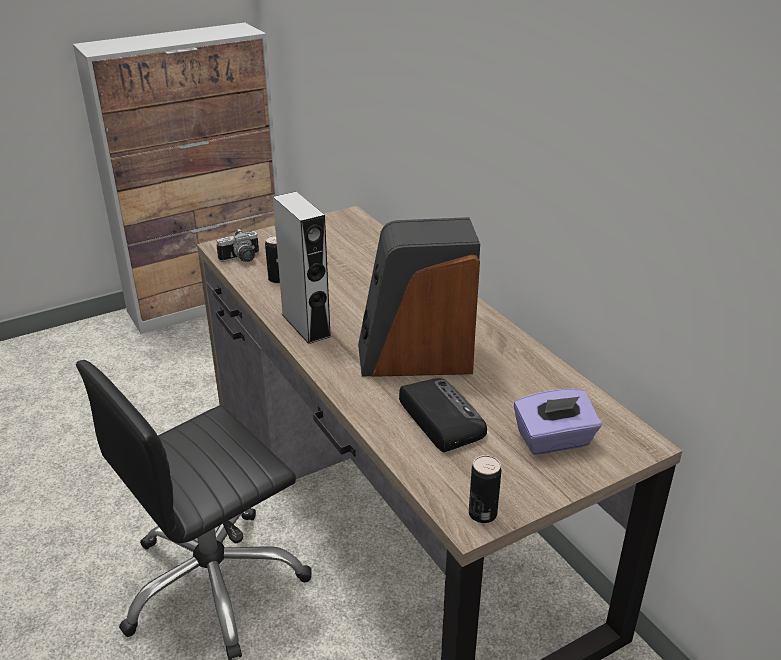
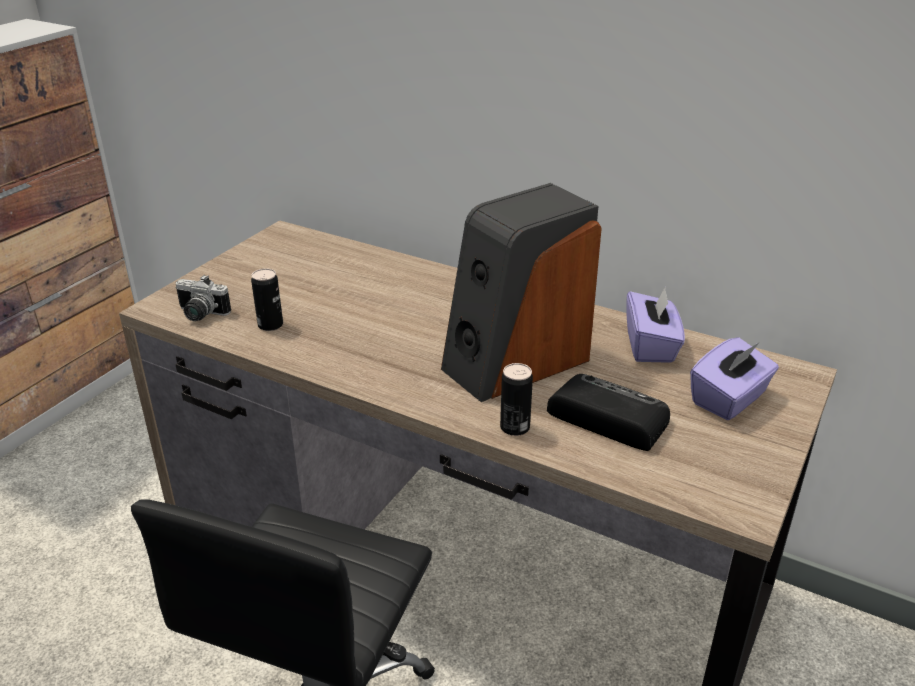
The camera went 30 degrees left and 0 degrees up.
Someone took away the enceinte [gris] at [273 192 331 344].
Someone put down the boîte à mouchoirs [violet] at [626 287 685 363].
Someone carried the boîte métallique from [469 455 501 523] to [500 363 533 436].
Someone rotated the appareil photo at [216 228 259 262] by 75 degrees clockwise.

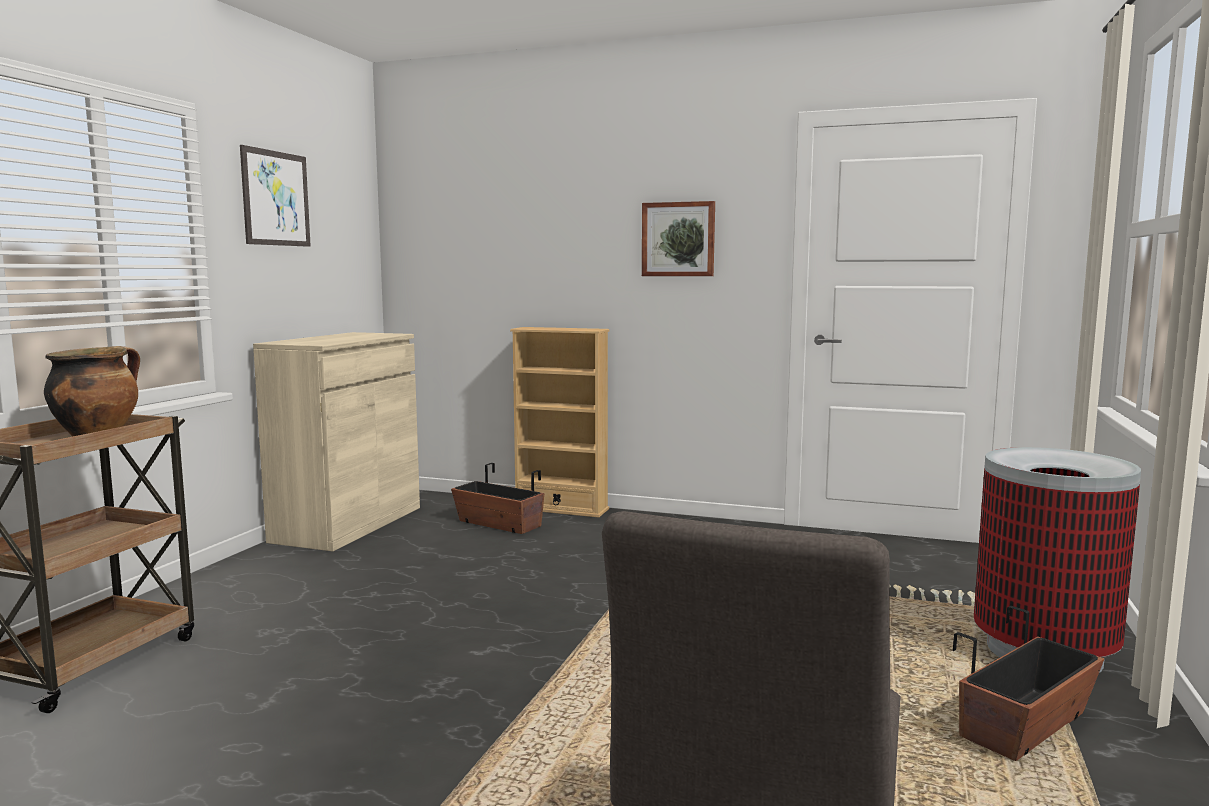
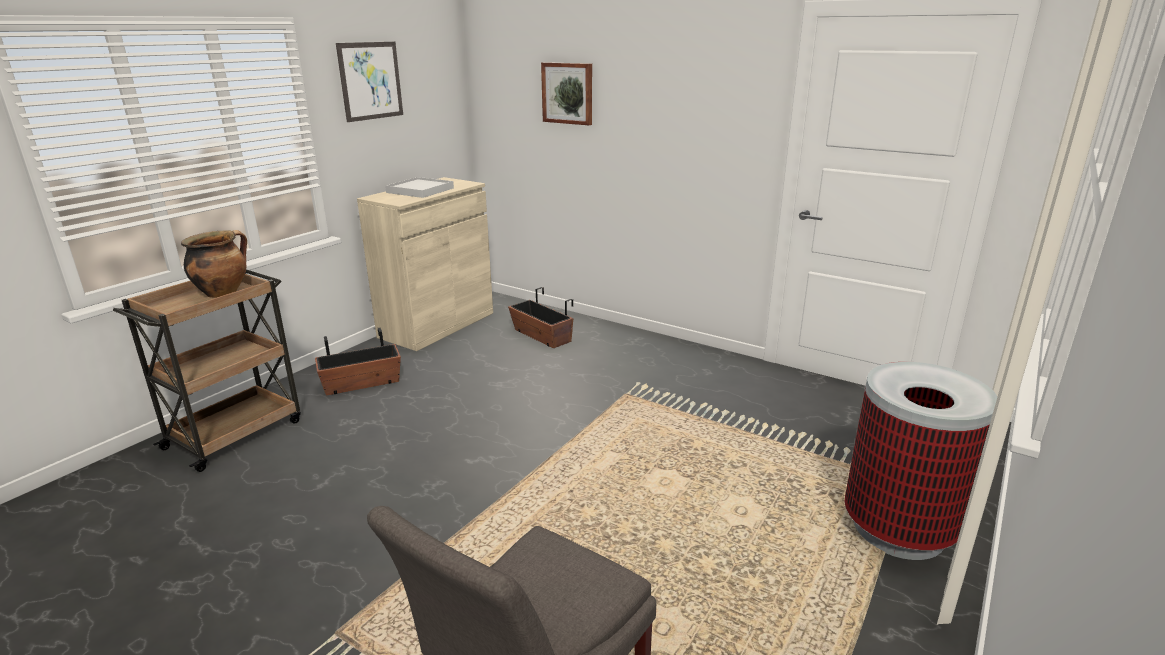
The camera went 15 degrees right and 15 degrees up.
Someone took away the bibliothèque [beige] at [510 327 609 518].
Someone put down the plateau [blanc] at [385 177 454 198].
Someone carried the tableau from [642 201 715 276] to [541 62 592 125].
Someone carried the cache-pot from [953 606 1104 761] to [315 328 401 396].

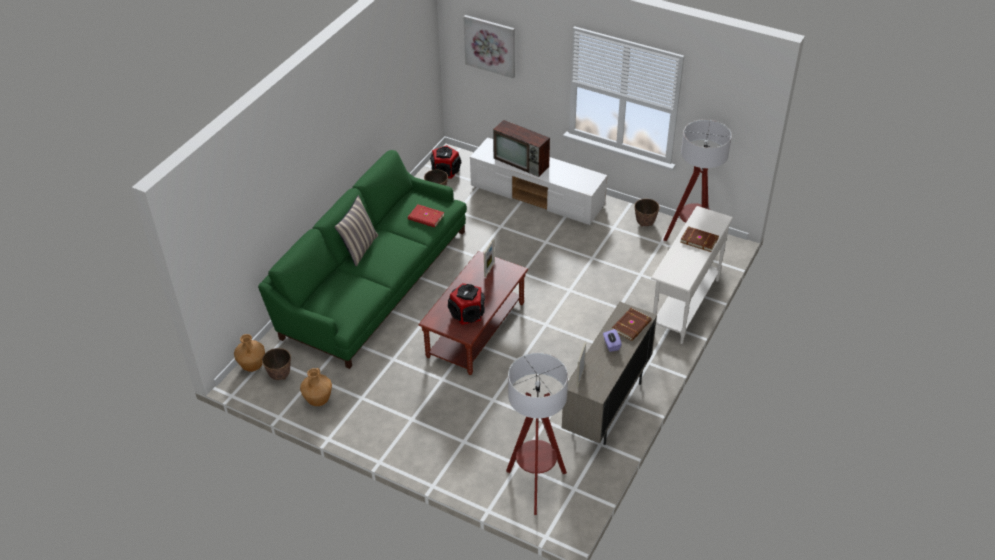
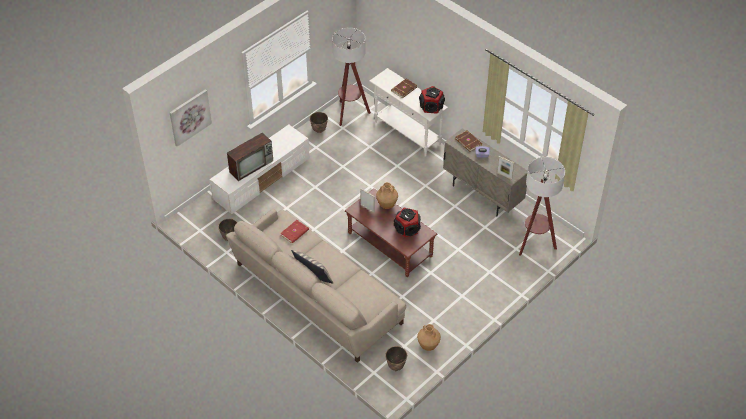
The camera went 75 degrees left and 5 degrees up.
Someone carried the vase [marron] from [234 334 265 372] to [376 182 398 209].
Someone carried the enceinte from [430 145 461 179] to [419 86 445 114].
Someone repainted the canapé [vert] at [258 150 467 369], which became the canapé [beige] at [226 209 406 363].

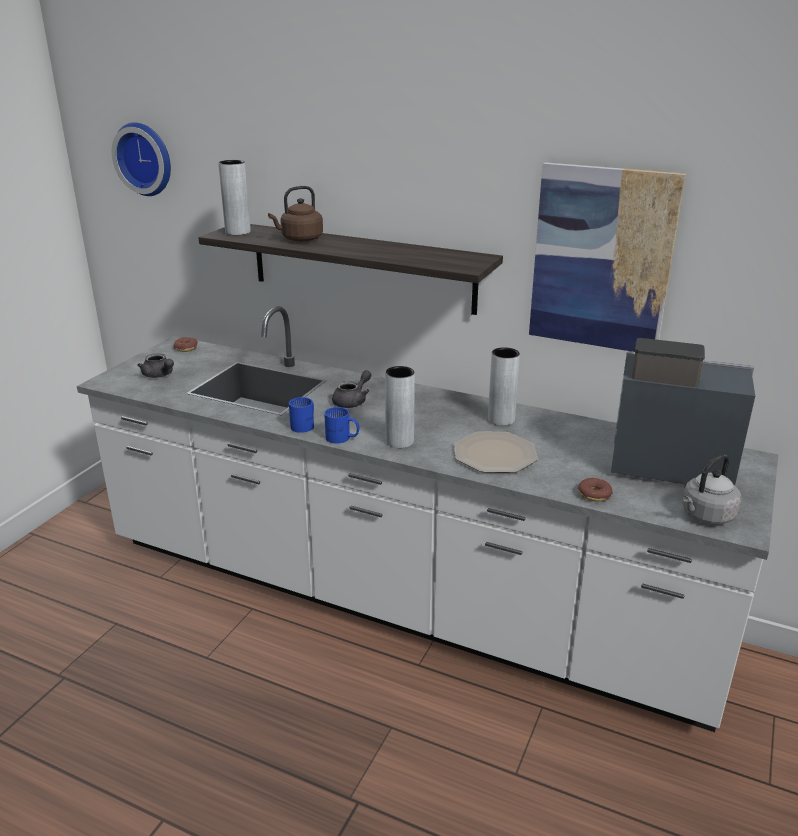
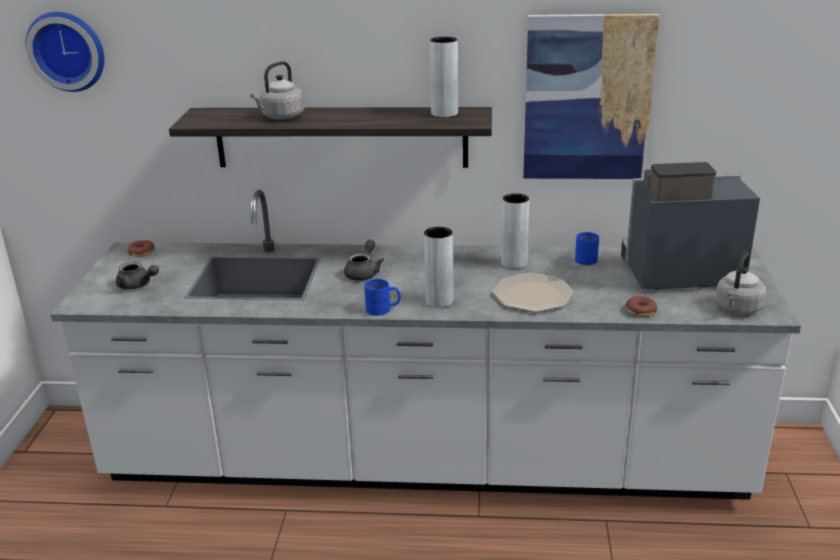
The camera went 20 degrees left and 0 degrees up.
Someone carried the vase [gris] from [218 160 251 235] to [430 37 458 117].
Someone carried the mug [bleu] from [289 397 314 433] to [575 232 599 265].
Someone repainted the bouilloire [marron] at [268 186 323 242], which became the bouilloire [gris] at [250 61 304 120].

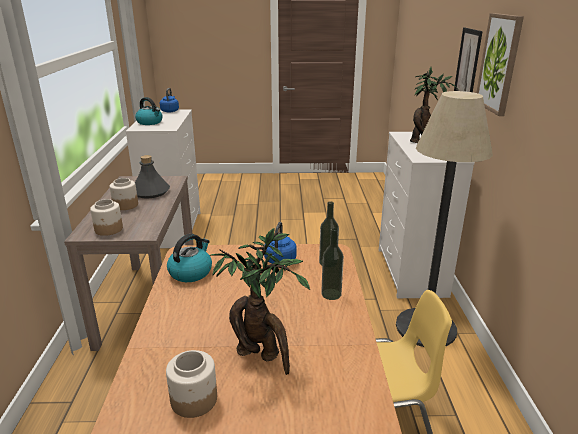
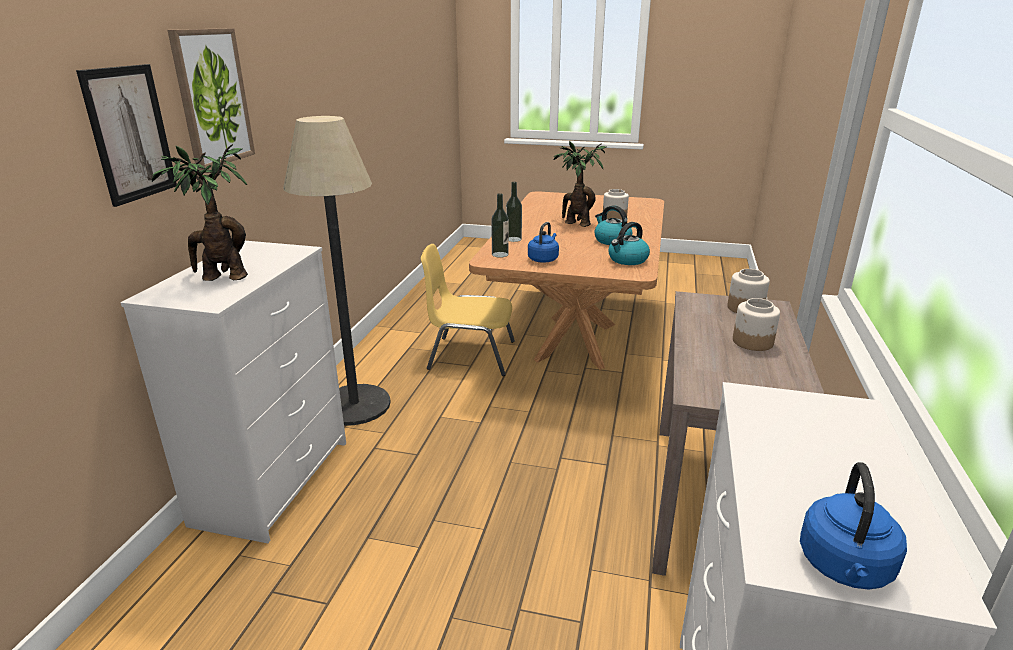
The camera went 165 degrees left and 0 degrees up.
Someone took away the bouteille [gris] at [135 155 170 198].
Someone carried the bouilloire from [135 97 163 125] to [594 205 632 245].

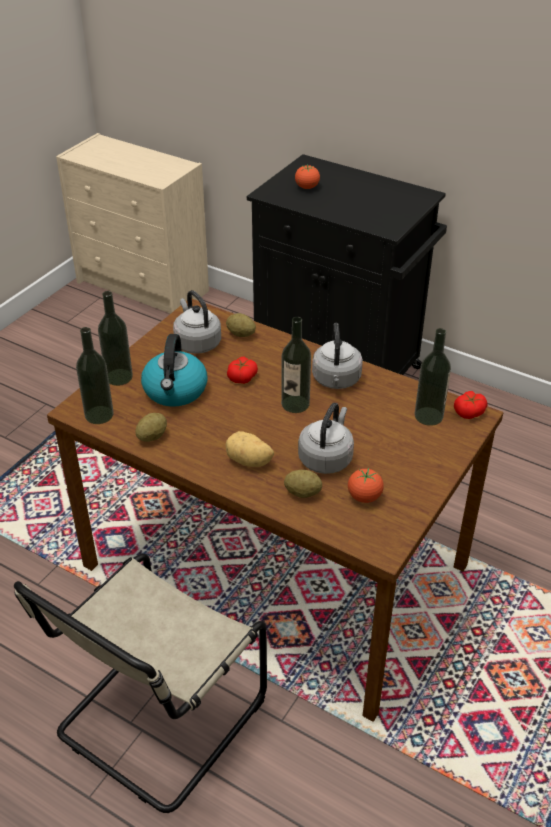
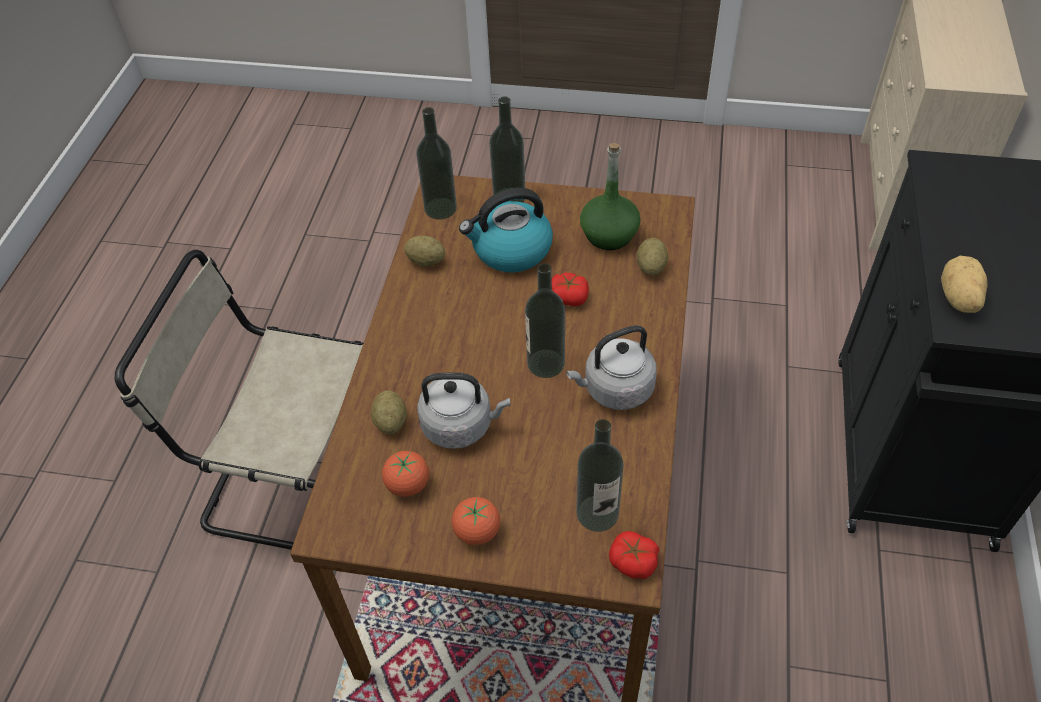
The camera went 70 degrees right and 10 degrees up.
Someone carried the pomme de terre from [225 431 274 467] to [941 256 988 313].
Someone carried the tomate from [295 164 320 189] to [452 497 500 545].
Someone swapped the bouilloire [gris] at [173 290 221 354] for the bouteille [vert] at [580 143 641 250].

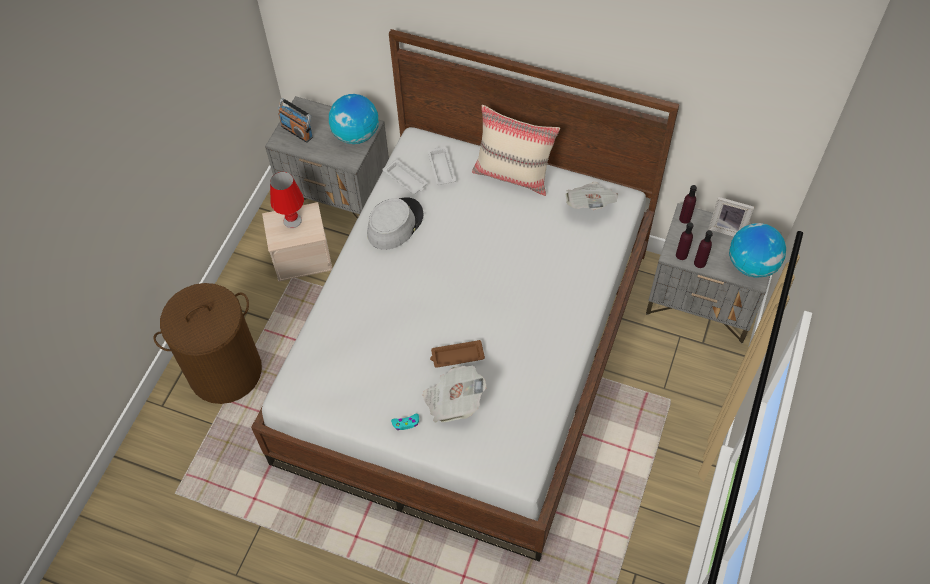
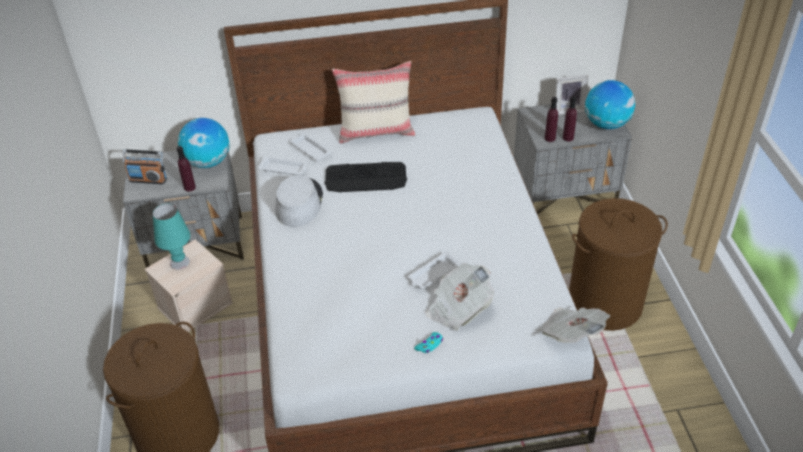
The camera went 30 degrees left and 15 degrees down.
Someone put down the clavier at [325 162 407 192].
Someone put down the panier à linge [marron] at [569 198 668 331].
Someone carried the journal from [565 182 618 210] to [538 308 610 343].
Someone carried the bouteille [violet] from [679 185 697 224] to [177 146 196 192].
Someone repainted the lampe de table [rouge] at [270 172 304 228], which became the lampe de table [turquoise] at [153 204 190 270].
Someone repainted the plateau [marron] at [430 340 485 368], which became the plateau [blanc] at [408 251 461 289].

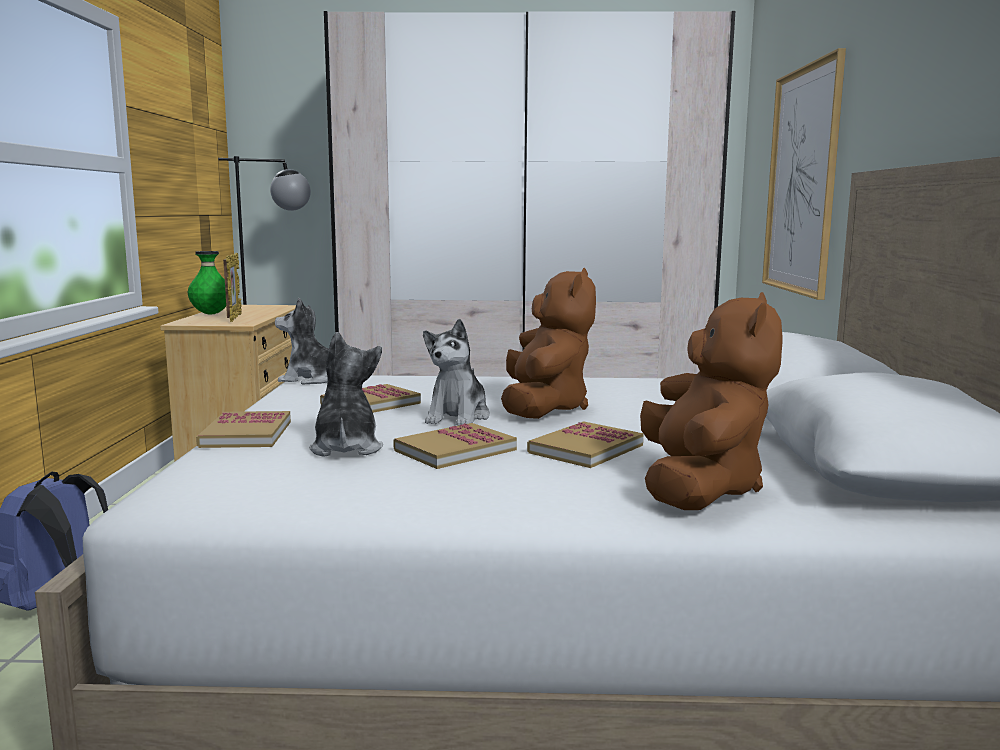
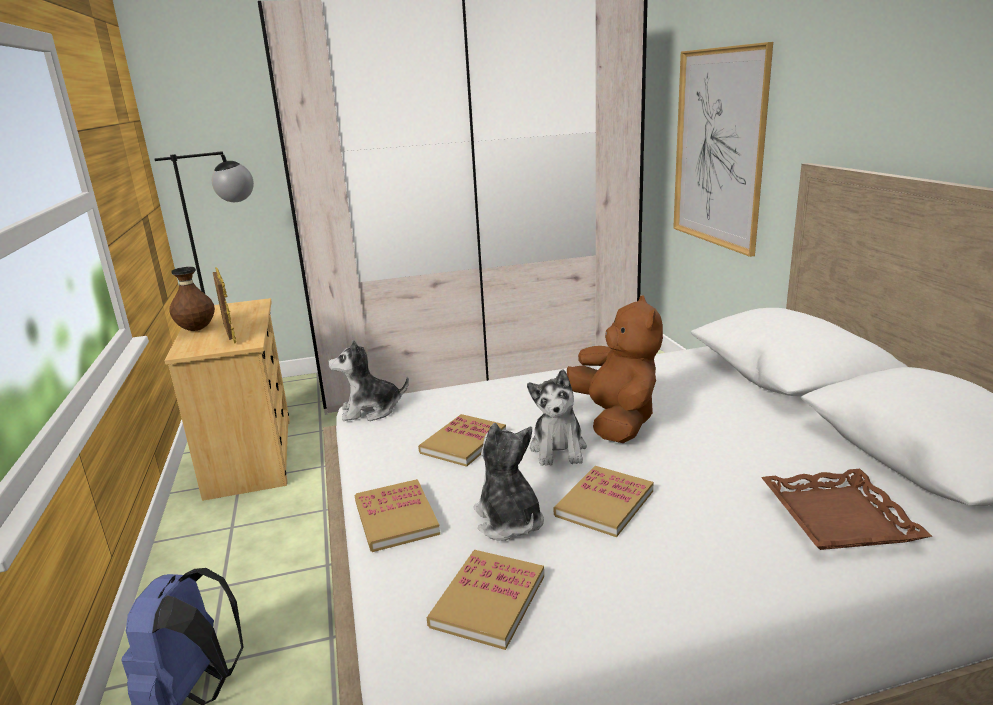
The camera went 15 degrees left and 10 degrees up.
Someone carried the livre from [527 421 643 468] to [427 550 544 650].
Someone swapped the peluche [marron] at [640 292 783 510] for the plateau [marron] at [761 469 932 550].
Someone repainted the vase [vert] at [188 251 226 314], which became the vase [marron] at [169 267 215 331].

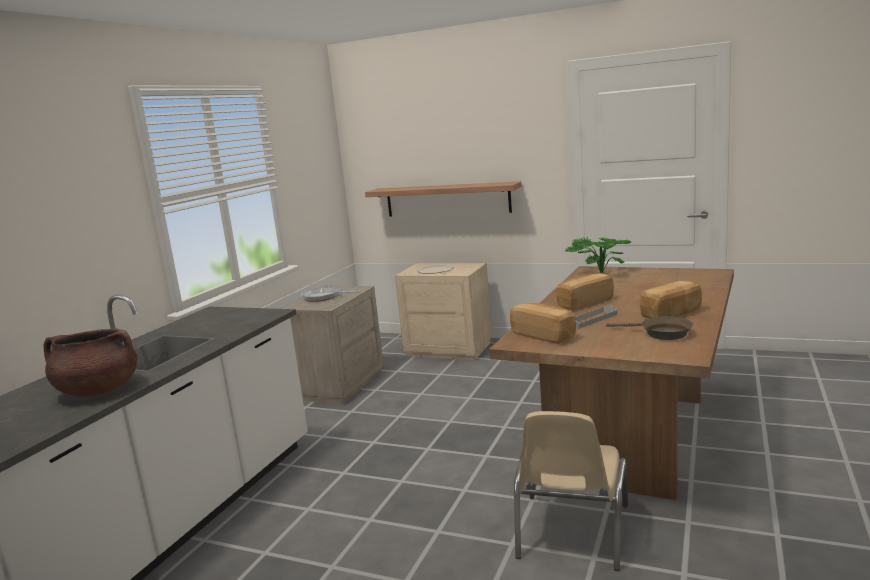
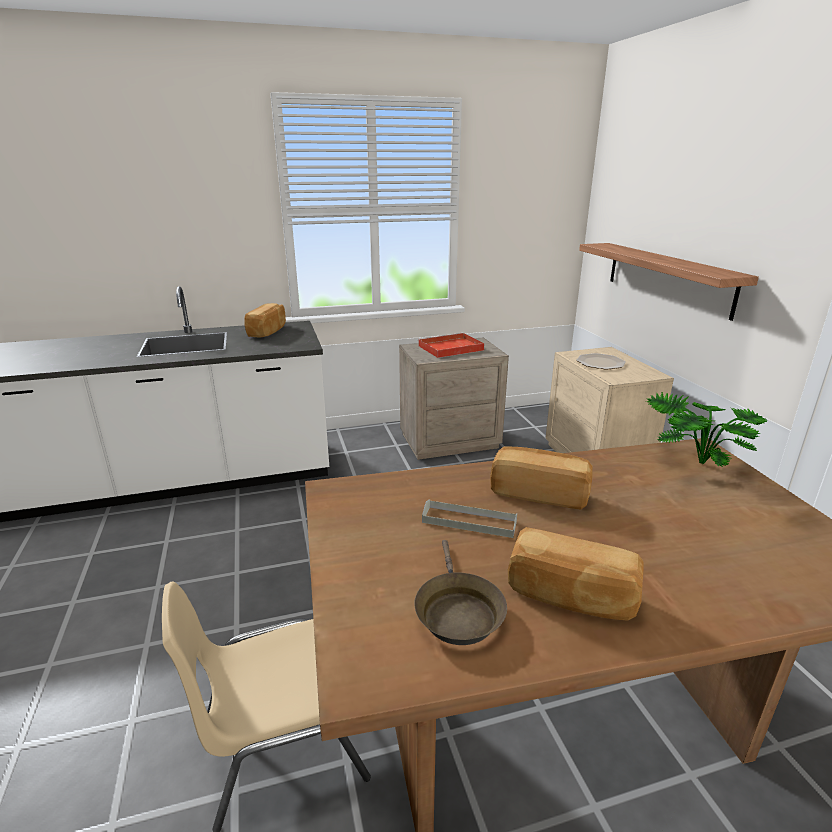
The camera went 50 degrees right and 10 degrees up.
Someone took away the marmite [marron] at [44 329 138 397].
Someone carried the pain from [510 303 576 344] to [244 303 286 337].
Someone swapped the poêle at [301 287 360 302] for the plateau [rouge] at [418 333 484 358].

